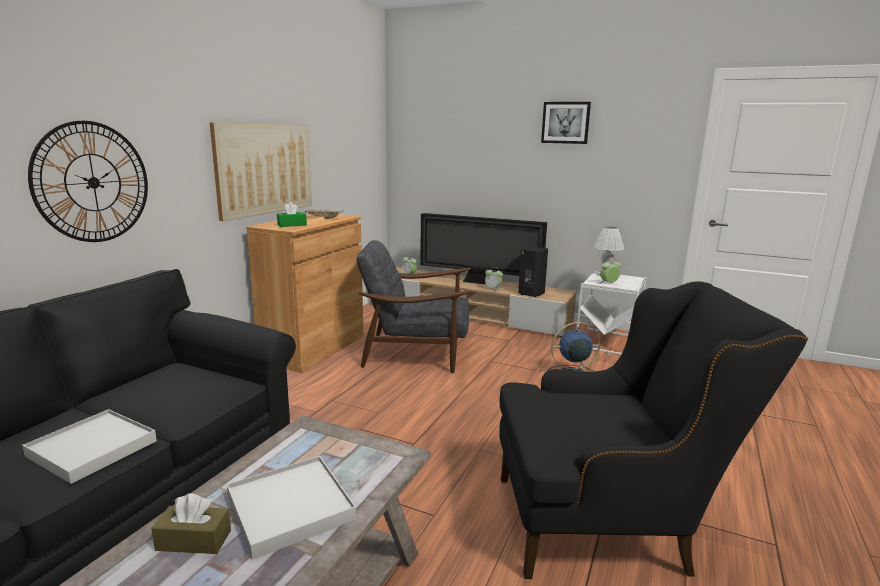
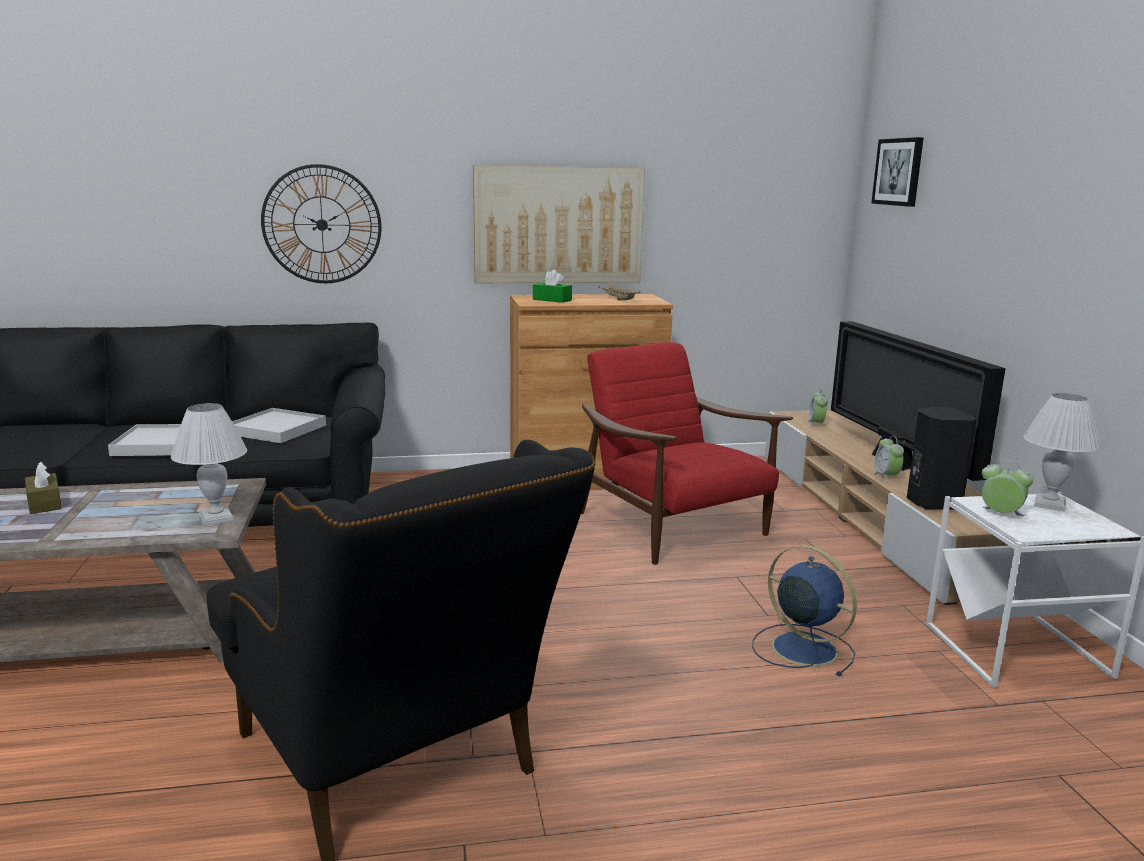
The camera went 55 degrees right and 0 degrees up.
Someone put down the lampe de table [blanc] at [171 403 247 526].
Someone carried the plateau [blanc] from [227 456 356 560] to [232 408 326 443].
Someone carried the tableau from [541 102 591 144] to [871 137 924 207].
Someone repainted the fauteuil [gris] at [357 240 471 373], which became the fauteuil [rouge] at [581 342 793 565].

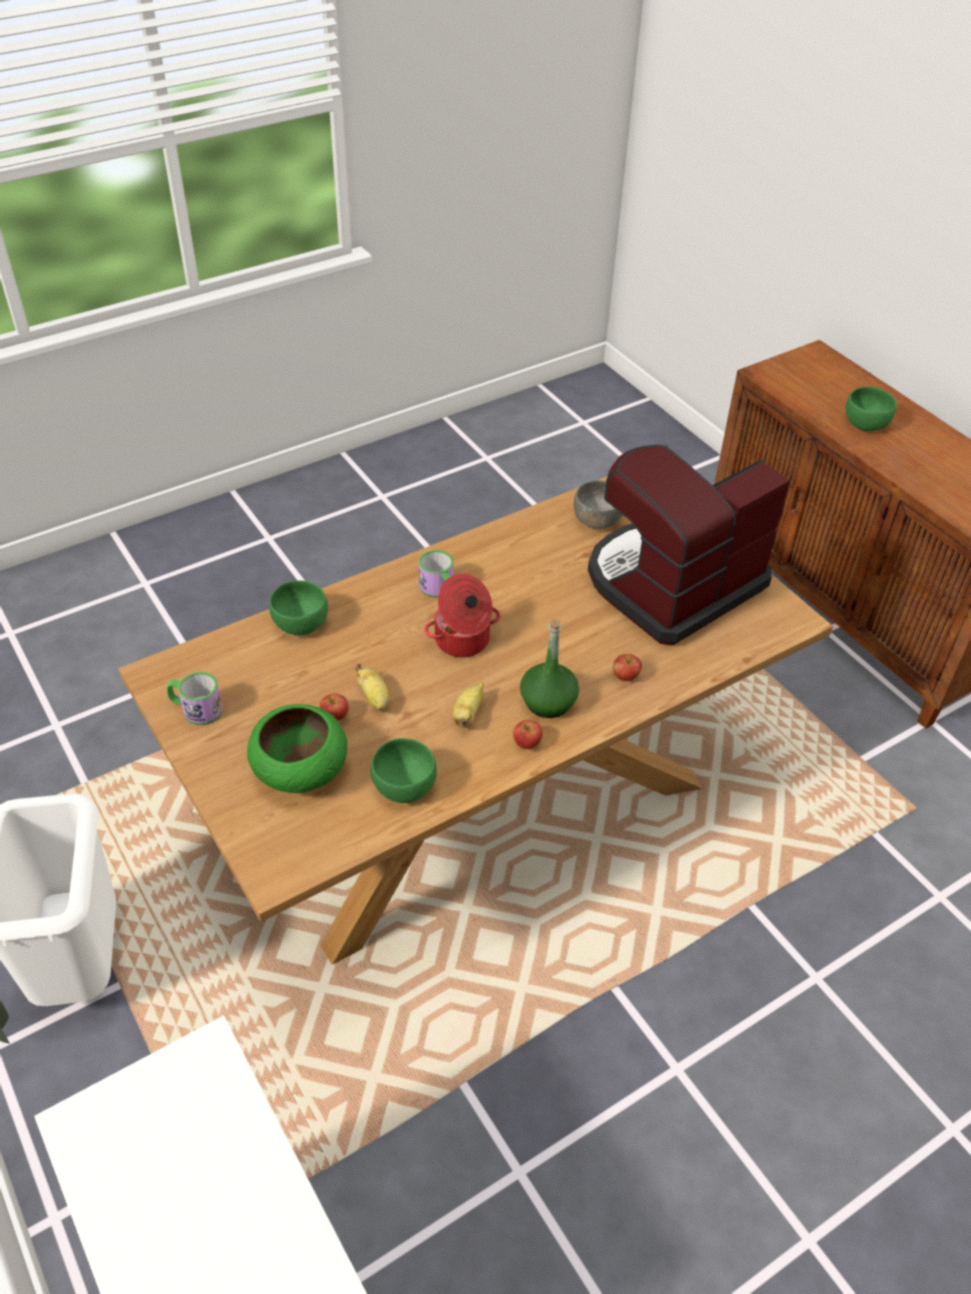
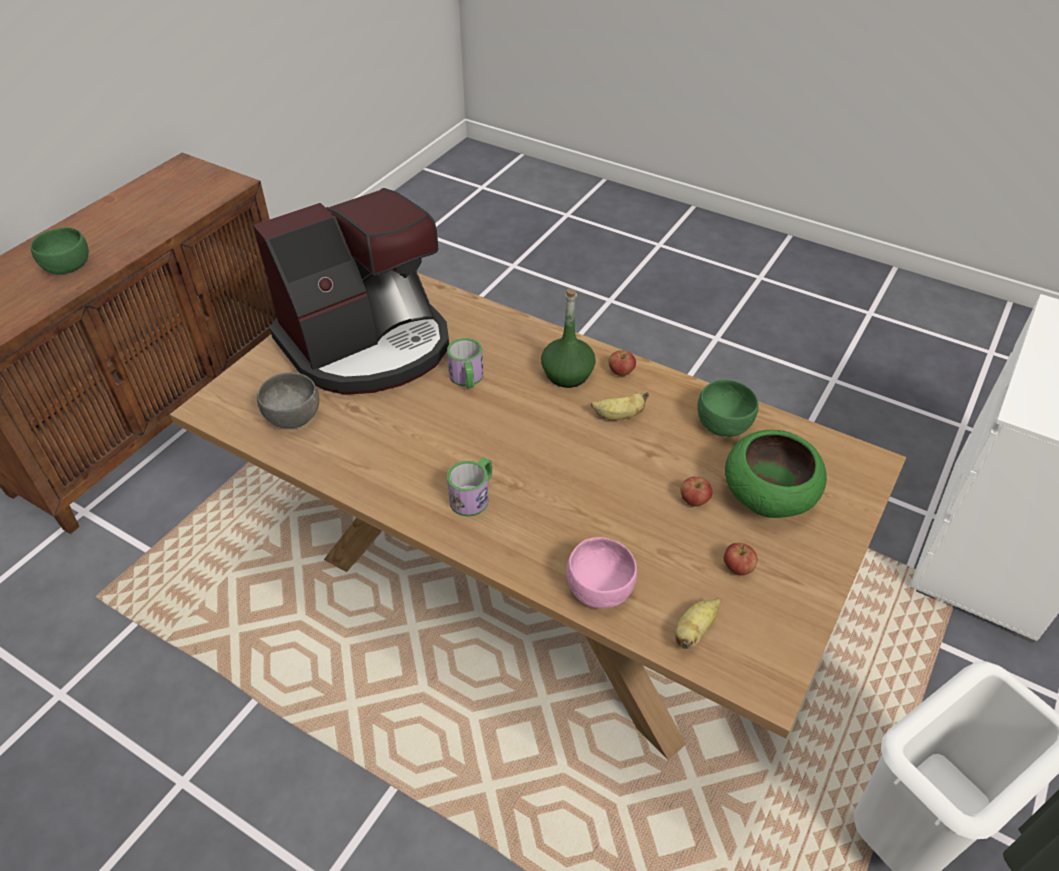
The camera went 115 degrees left and 0 degrees up.
Someone took away the marmite at [425 574 500 657].
Someone carried the mug from [167 672 223 725] to [447 338 483 388].
Someone carried the banane from [356 663 390 711] to [675 598 721 649].
Someone carried the pomme from [613 654 642 681] to [724 543 758 576].
Someone repainted the bol [vert] at [269 580 328 635], which became the bol [rose] at [566 537 637 608].
Someone rotated the machine à café at [588 445 790 645] by 60 degrees counterclockwise.

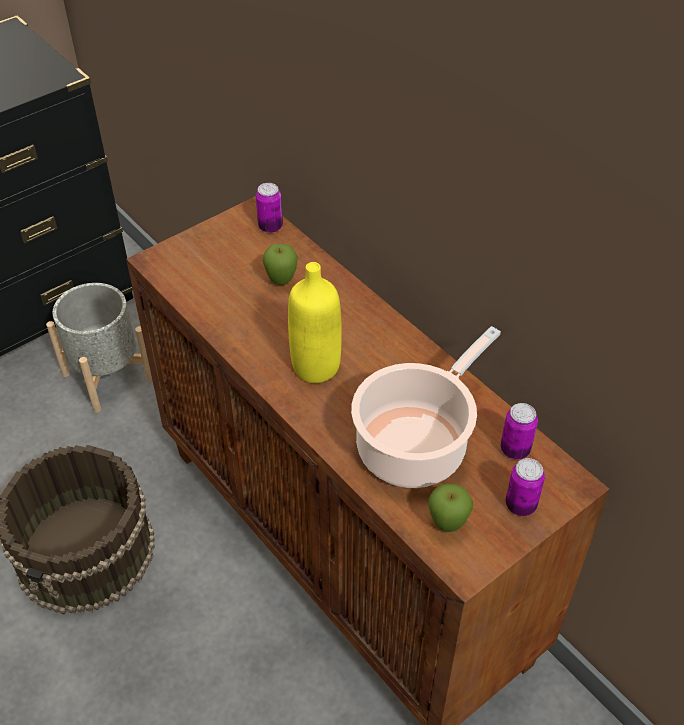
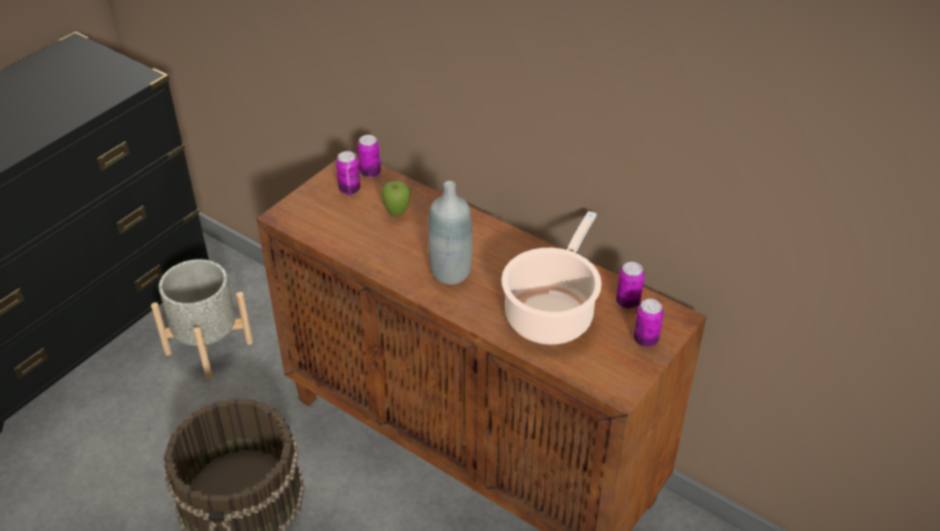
The camera went 15 degrees left and 5 degrees down.
Someone took away the pomme at [428 483 473 532].
Someone put down the boîte métallique at [336 151 360 195].
Someone repainted the bouteille [jaune] at [288 262 342 383], which became the bouteille [gris] at [428 181 472 285].

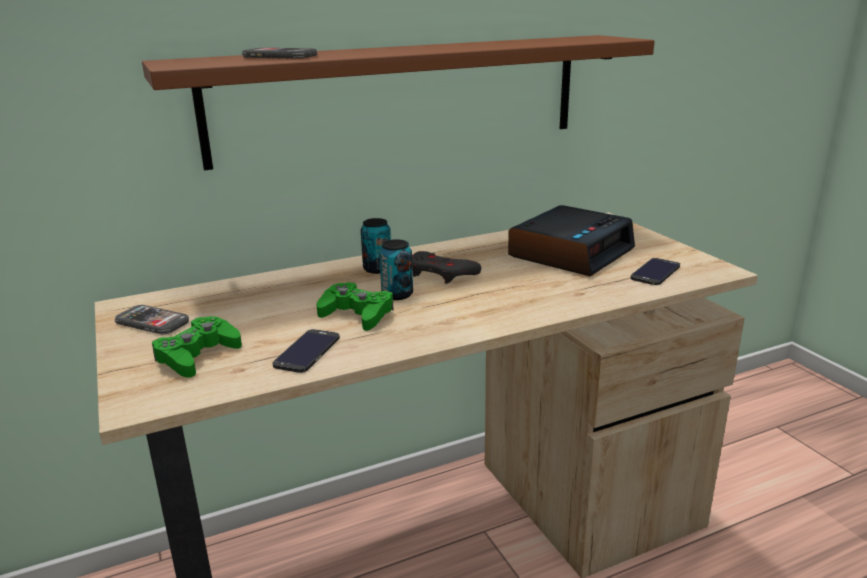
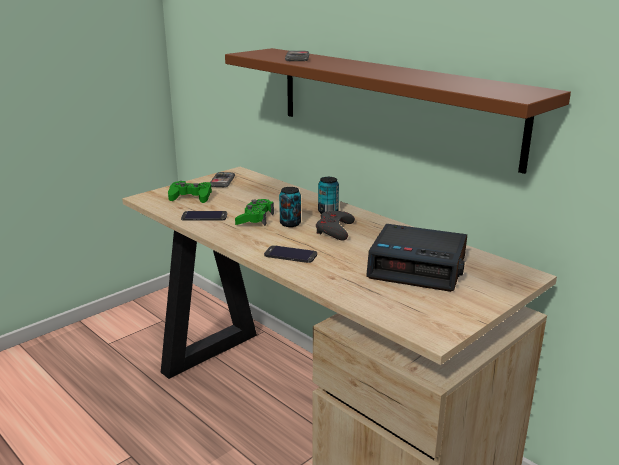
The camera went 70 degrees right and 0 degrees up.
Someone carried the téléphone from [630 258 680 285] to [264 245 317 263].

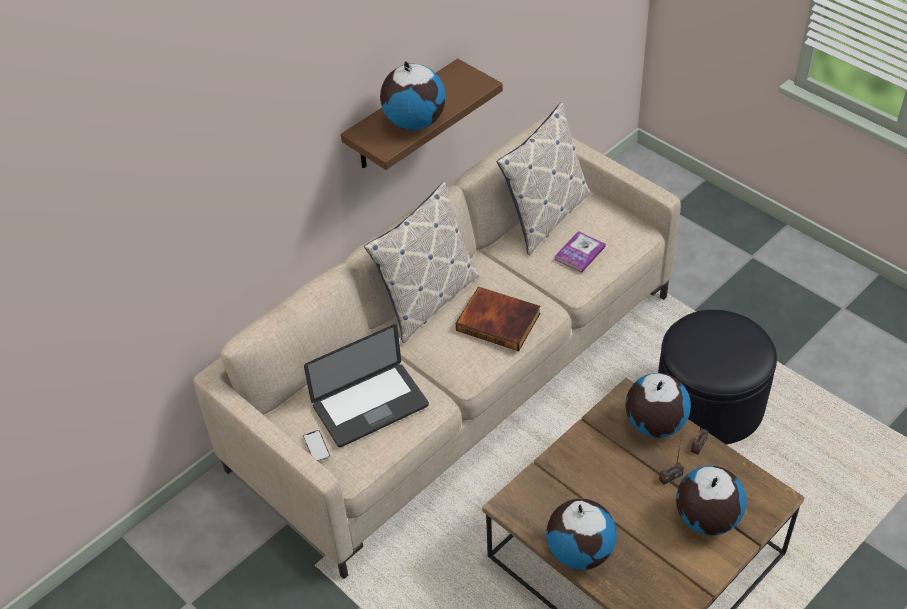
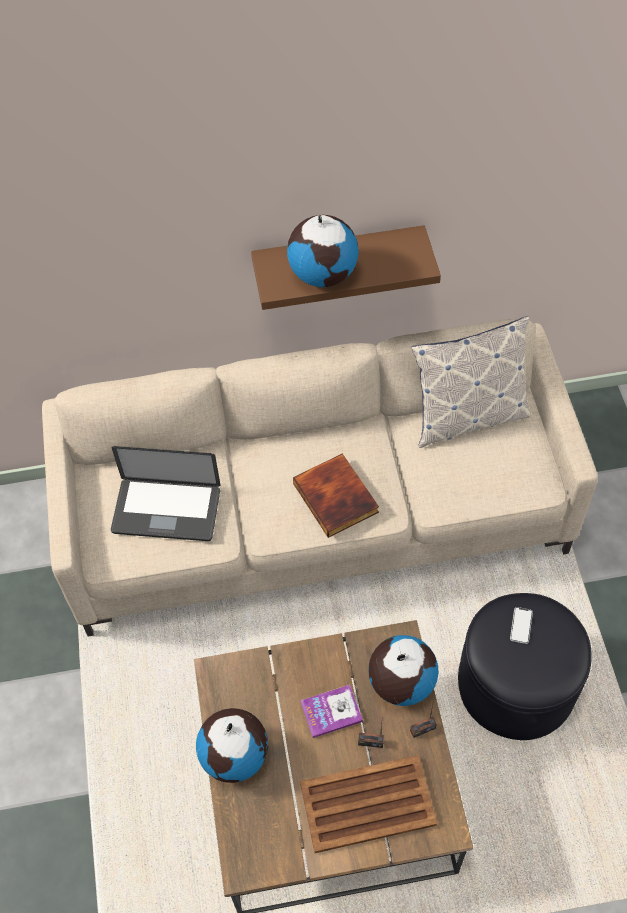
The camera went 35 degrees right and 10 degrees up.
Someone took away the coussin at [364 182 479 343].
Someone carried the téléphone from [303 430 331 462] to [510 607 533 644].
Someone carried the livre from [554 231 606 273] to [301 685 363 738].
Someone swapped the globe at [676 466 747 535] for the plateau [marron] at [300 755 437 853].

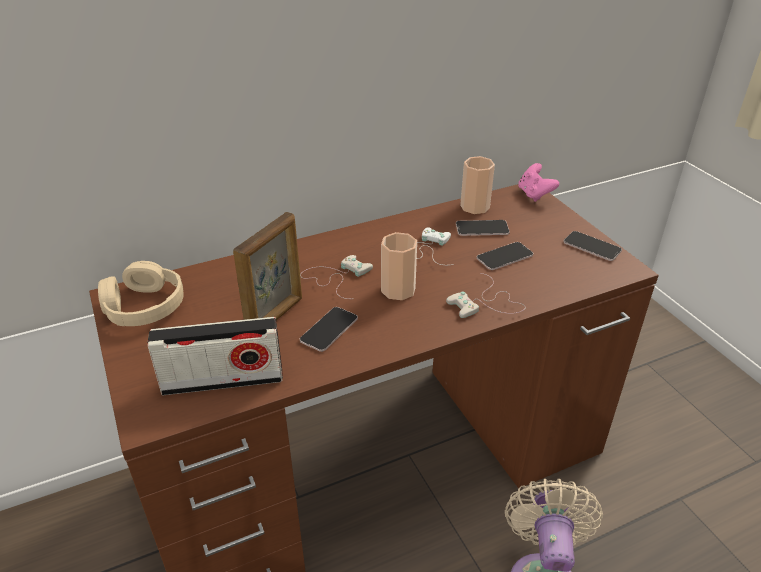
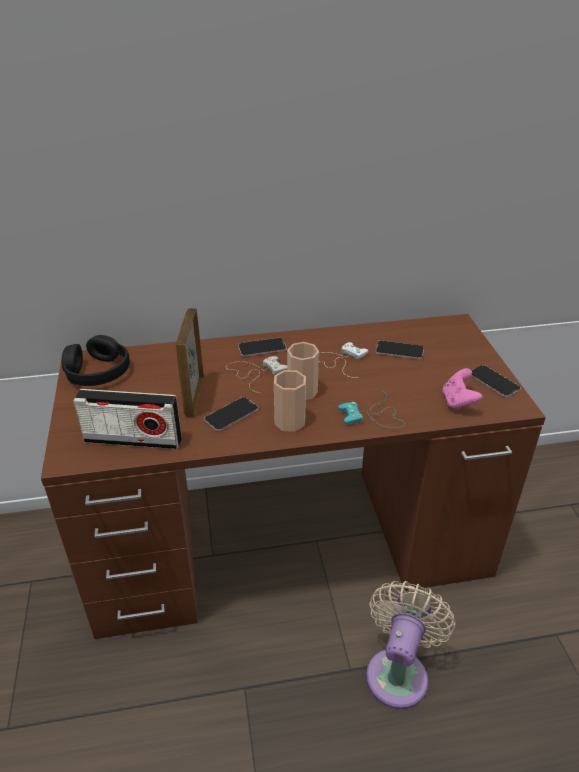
The camera went 15 degrees right and 0 degrees up.
Someone carried the tasse from [460 156 495 214] to [274 370 306 432].
Someone carried the téléphone from [477 242 533 270] to [238 338 287 357].
Someone carried the manette [rose] from [518 163 559 202] to [443 368 482 411].
Someone repainted the casque audio [beige] at [98 261 184 326], which became the casque audio [noir] at [62 335 130 386].
Someone repainted the manette [blanc] at [446 273 525 318], which became the manette [turquoise] at [338 389 405 428].
Someone rotated the cadre photo at [233 212 302 320] by 135 degrees clockwise.

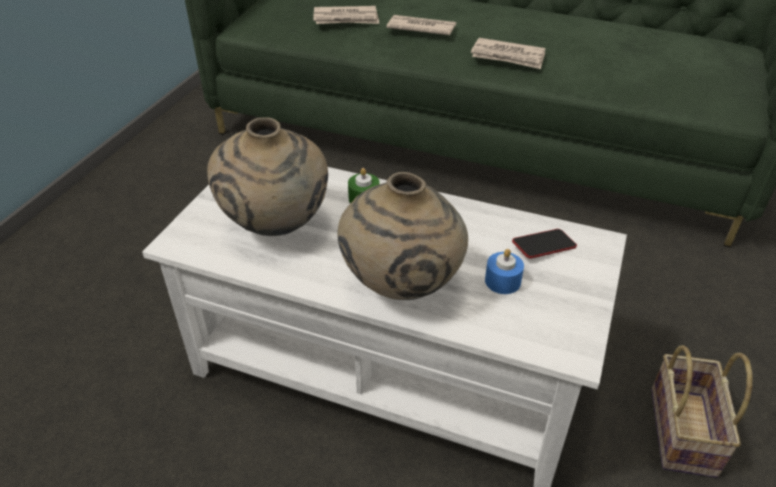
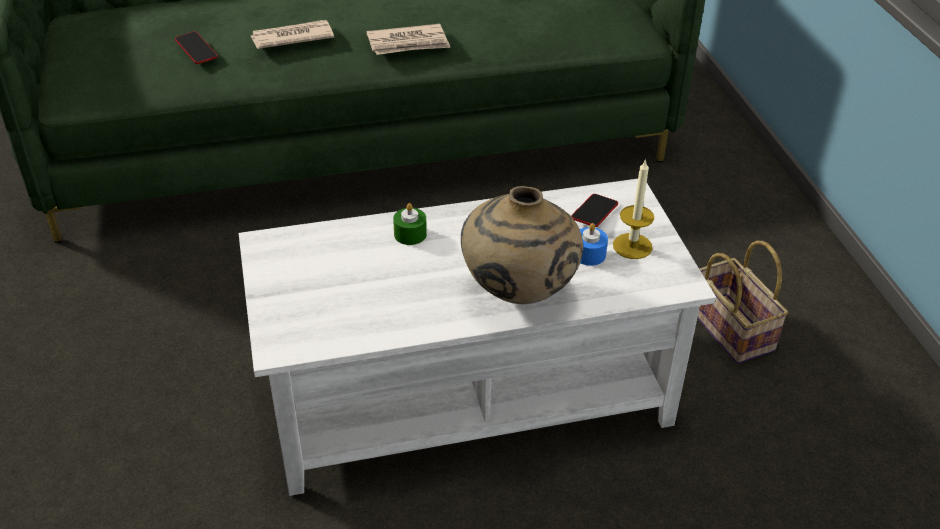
The camera went 35 degrees left and 0 degrees up.
Someone took away the vase [beige] at [207 117 328 236].
Someone put down the bougie at [613 159 654 259].
Someone swapped the journal at [313 6 379 24] for the téléphone at [175 31 217 64].

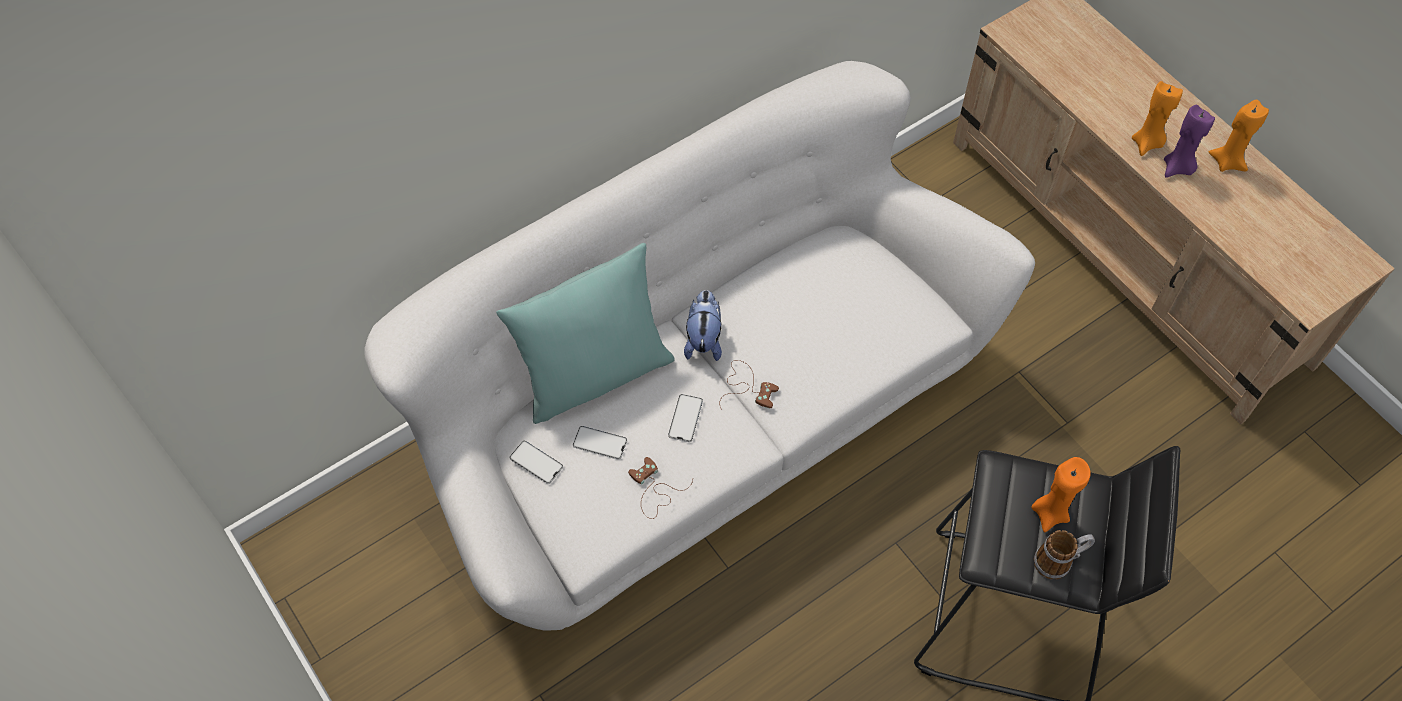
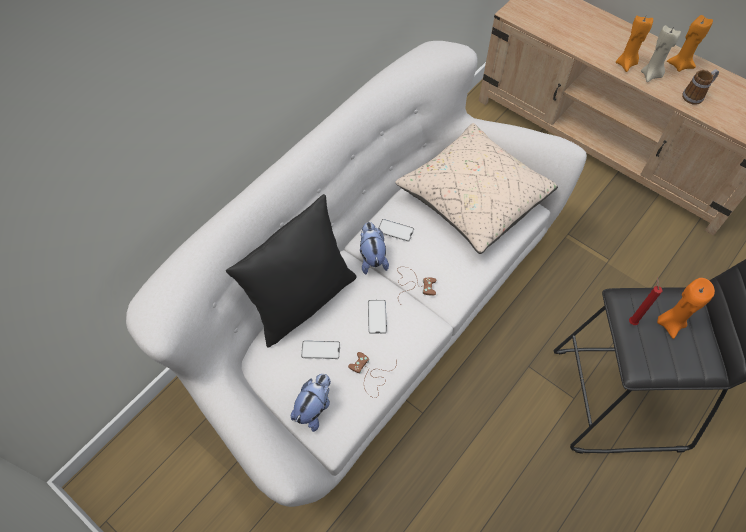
The camera went 15 degrees left and 0 degrees up.
Someone put down the peluche at [291 374 331 432].
Someone put down the coussin [beige] at [395 123 558 254].
Someone put down the bougie [rouge] at [629 278 662 325].
Someone carried the téléphone from [510 441 563 484] to [378 219 414 242].
Someone carried the mug from [1034 530 1095 579] to [682 69 719 105].
Someone repainted the coussin [turquoise] at [496 243 675 424], which became the coussin [noir] at [226 194 357 347].
Someone repainted the bougie [violet] at [1164 105 1215 178], which became the bougie [beige] at [641 25 681 82].

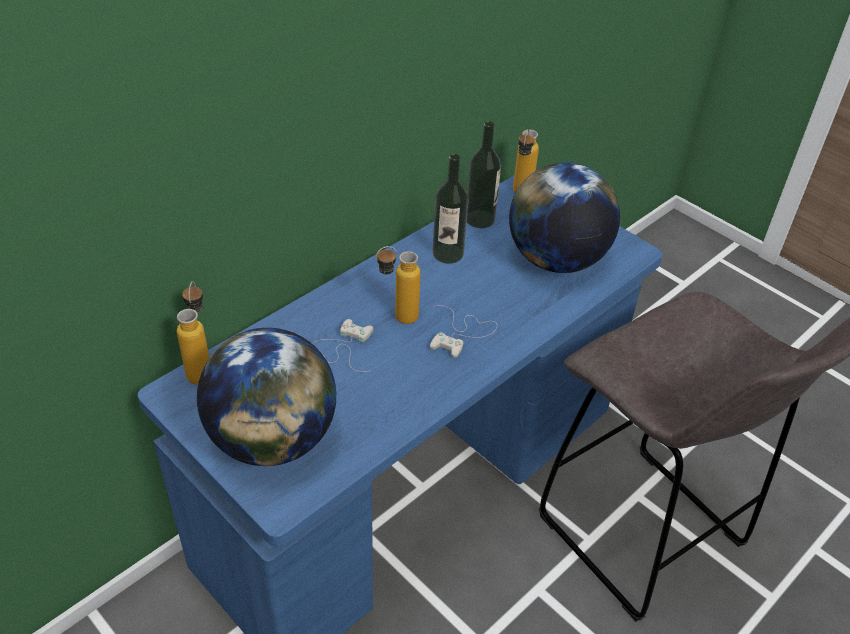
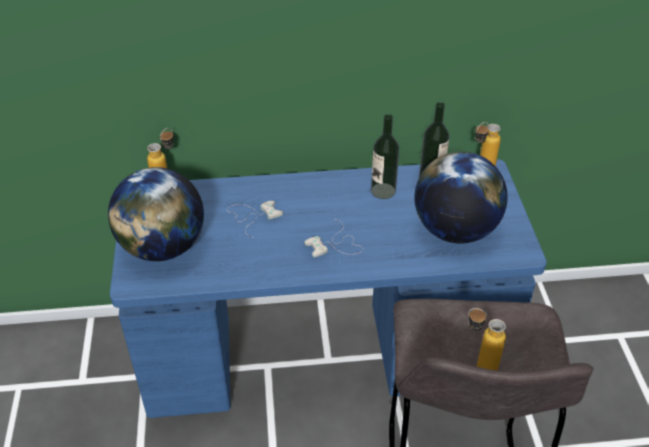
The camera went 40 degrees right and 0 degrees up.
Someone carried the bouteille from [376 246 421 324] to [468 308 506 371].

